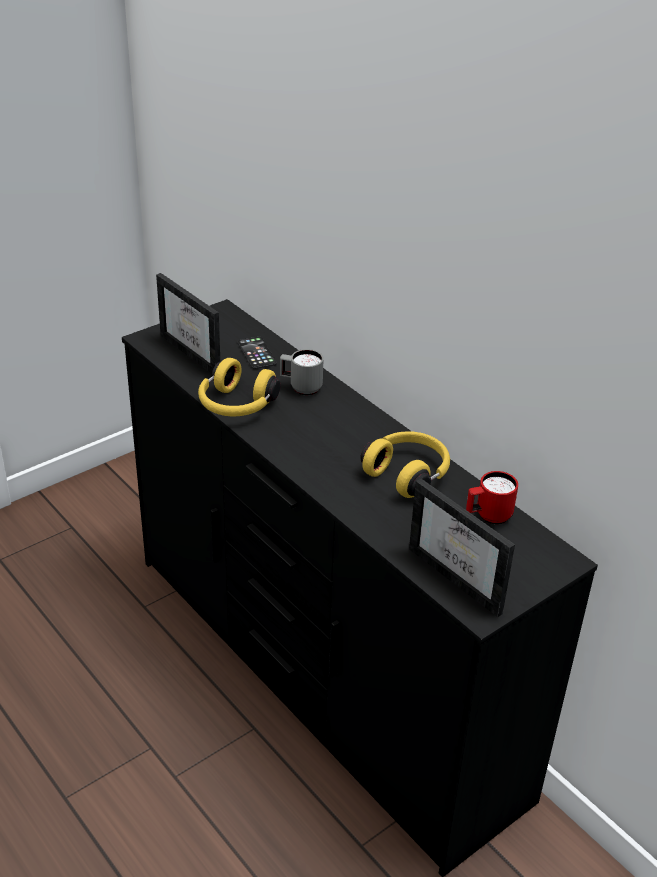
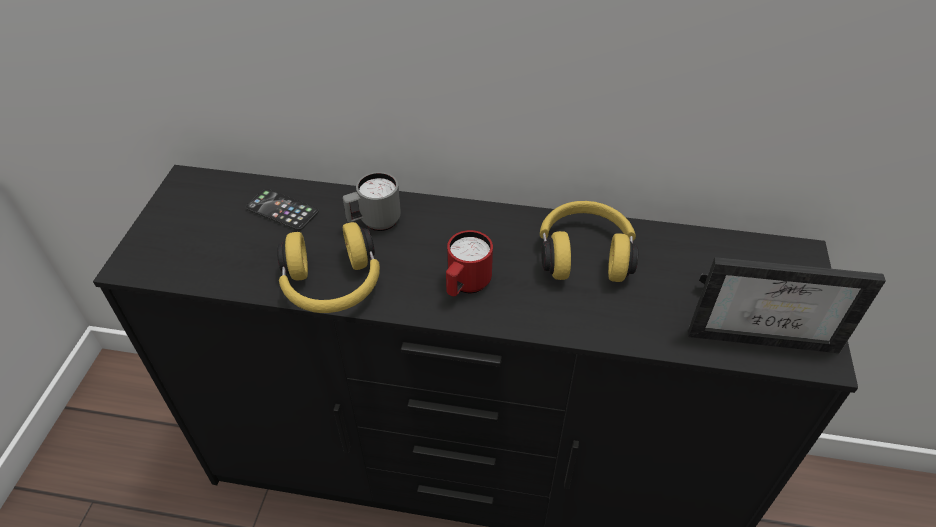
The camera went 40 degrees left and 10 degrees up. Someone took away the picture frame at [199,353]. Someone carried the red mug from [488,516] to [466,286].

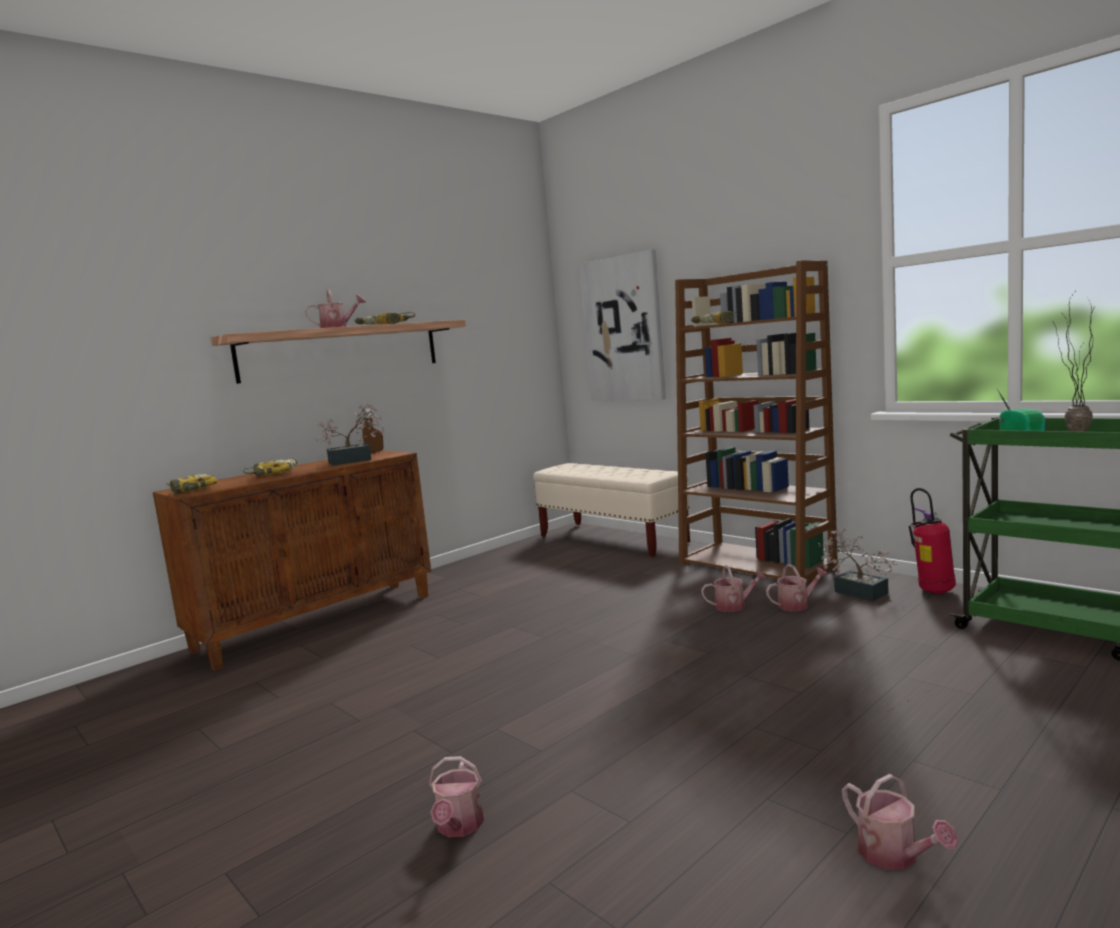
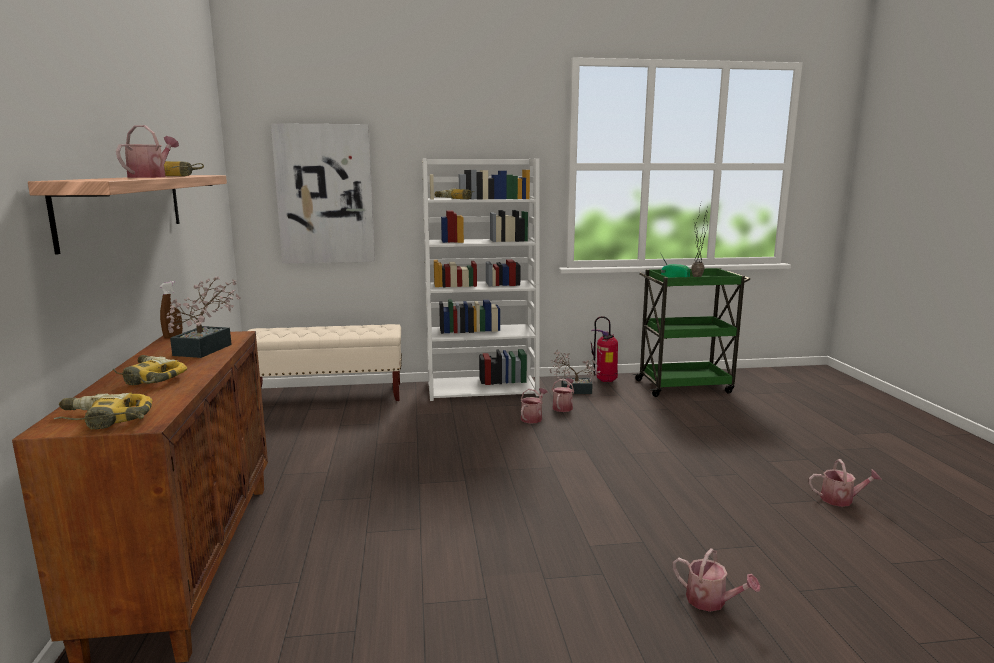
The camera went 55 degrees left and 5 degrees up. Someone repainted the brown bookcase at [757,564], which became the white bookcase at [483,388].

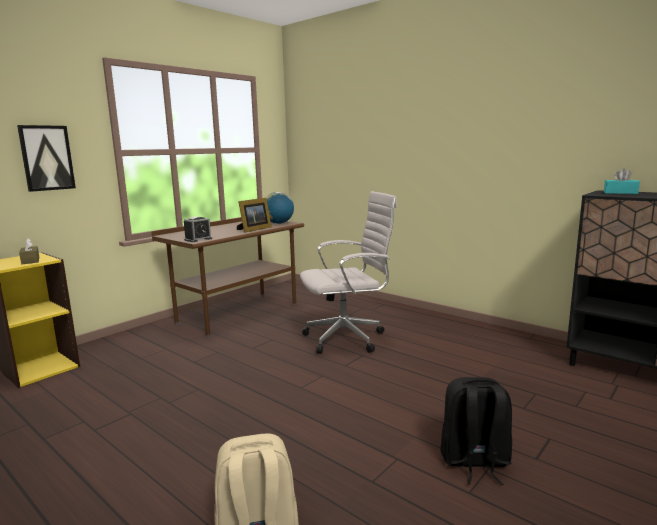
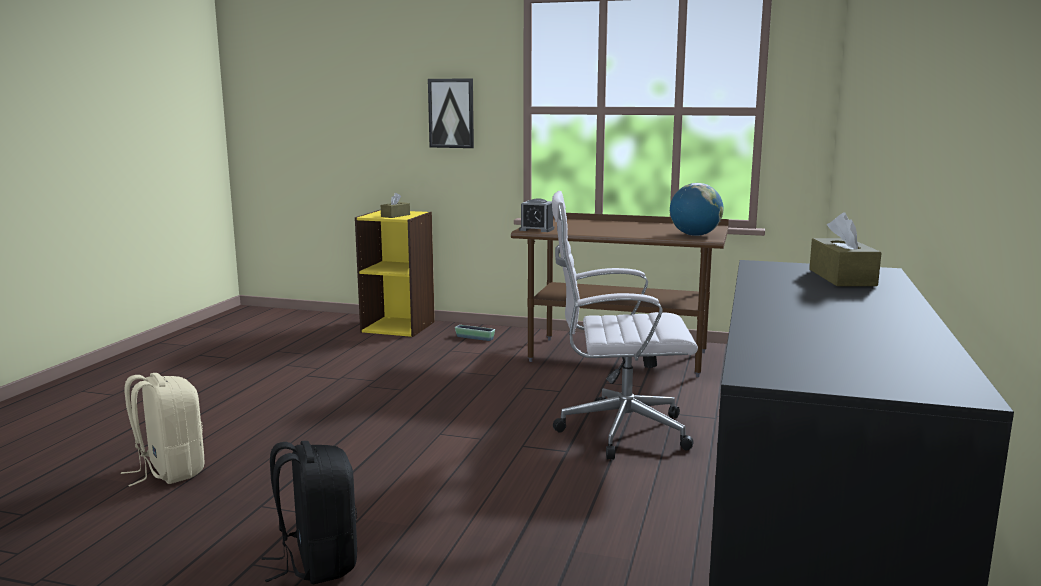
The camera went 65 degrees right and 0 degrees up. Someone repainted the turquoise tissue box at [620,193], which became the brown tissue box at [842,277]. Someone rotated the white office chair at [348,338] by 135 degrees clockwise. Someone took away the picture frame at [253,229]. Someone put down the planter at [475,338].

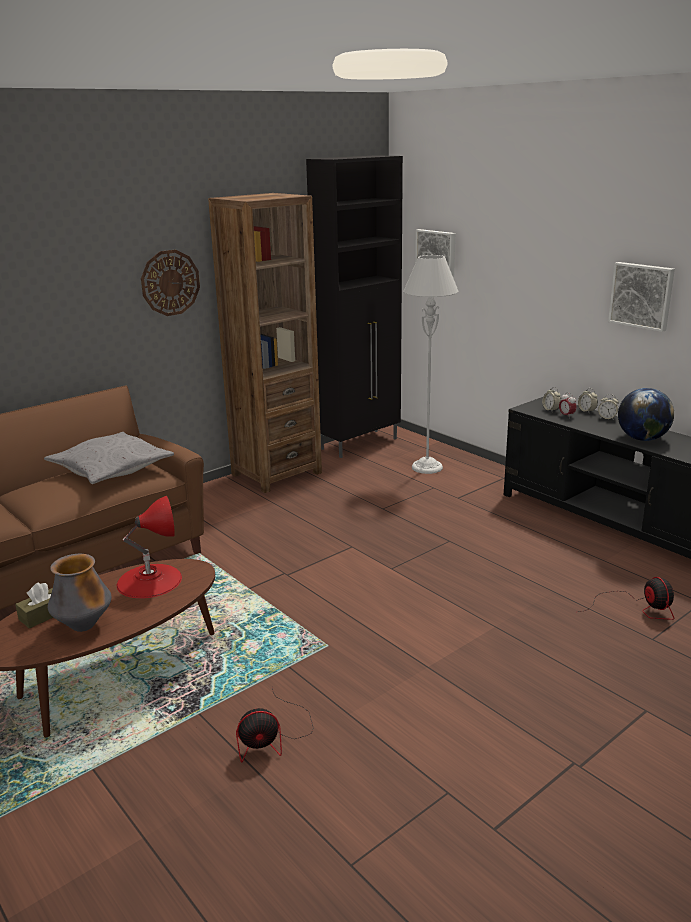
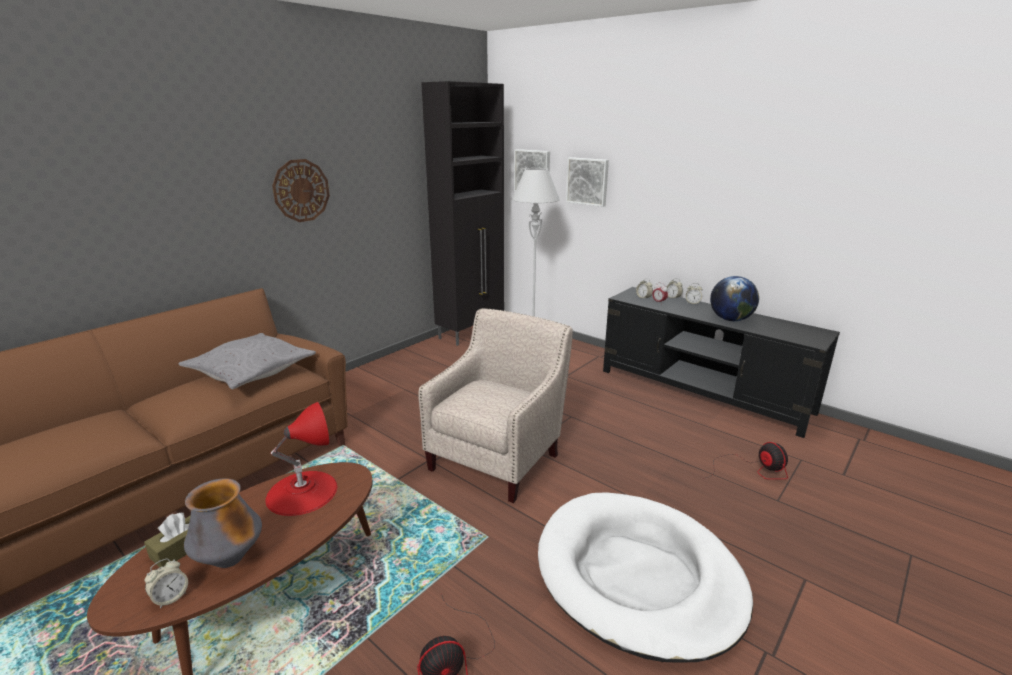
The camera went 10 degrees left and 0 degrees up. Someone took away the brown bookcase at [276,473]. Someone carried the picture from [642,295] to [588,181]. Someone put down the beige armchair at [499,457]. Someone put down the white dog bed at [638,576]. Someone put down the alarm clock at [171,597].

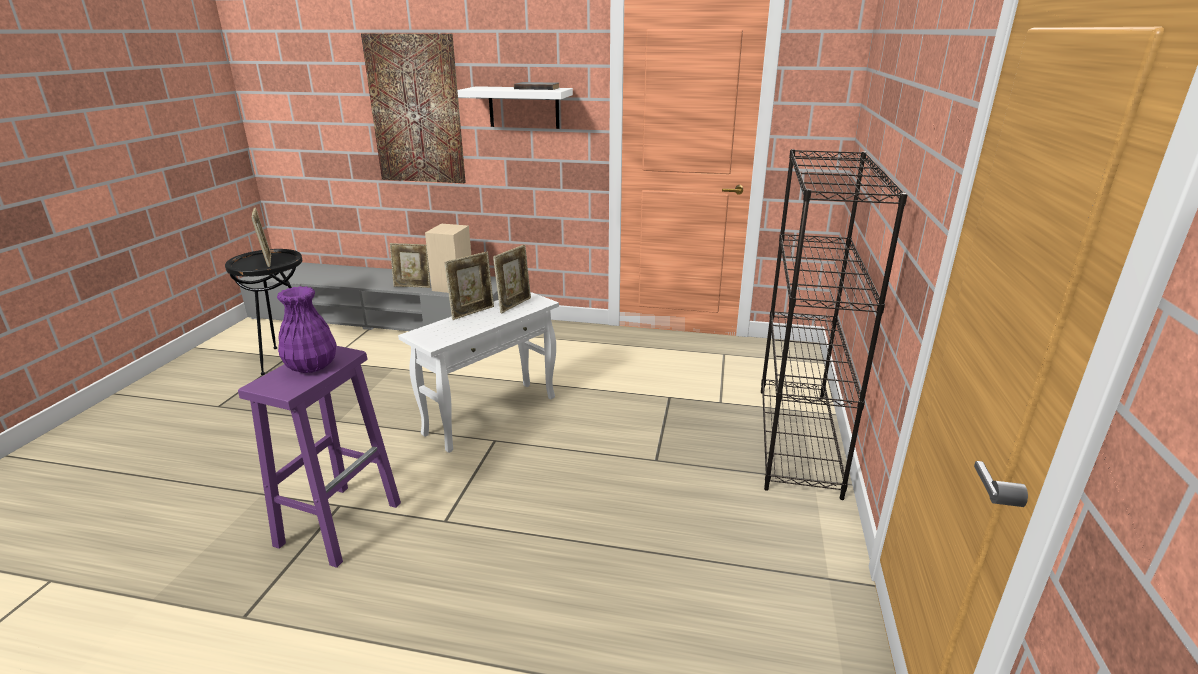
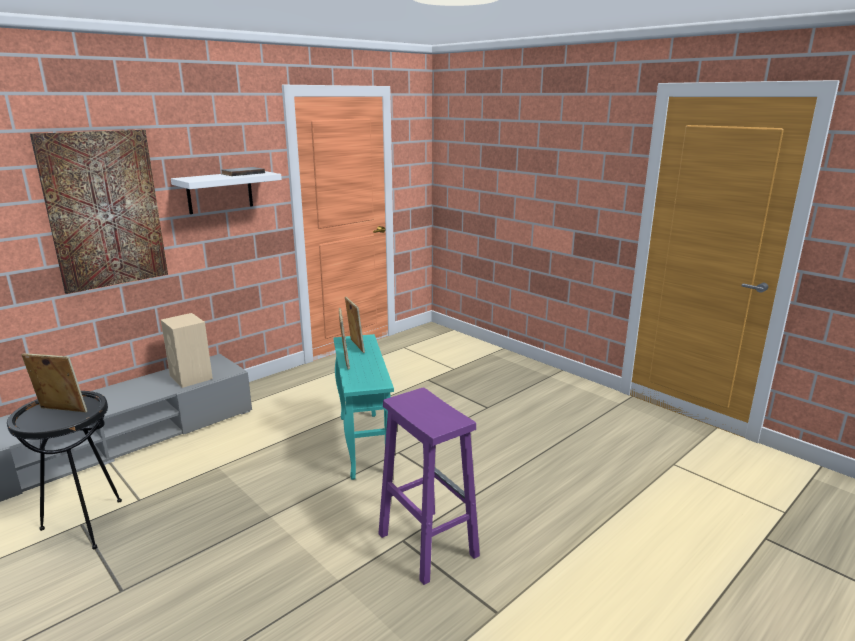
The camera went 55 degrees left and 5 degrees down. Someone took away the black bookcase at [797,439]. Someone took away the picture frame at [413,286]. Someone took away the purple vase at [312,366]. Someone repainted the white side table at [491,415], which became the turquoise side table at [364,444].

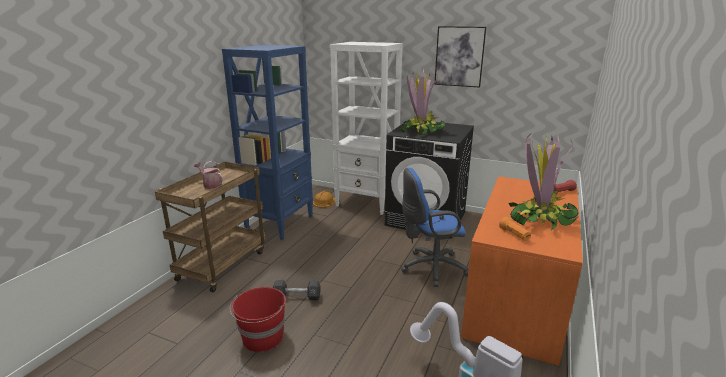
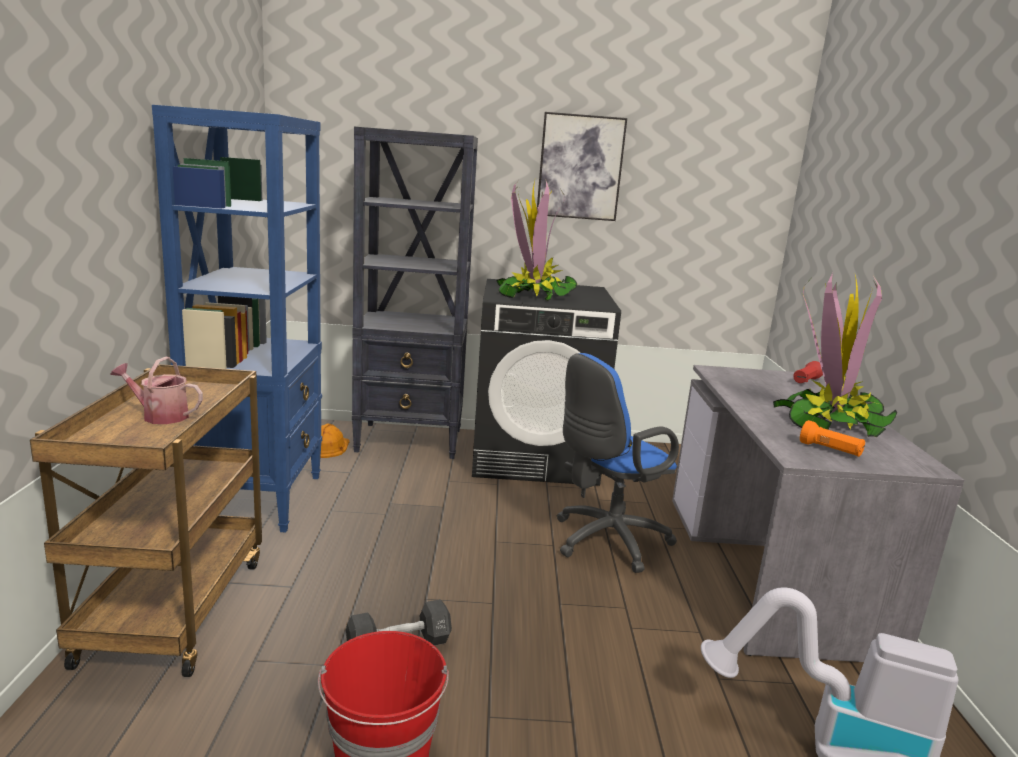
The camera went 25 degrees left and 5 degrees down. Someone repainted the white bookcase at [367,203], which became the black bookcase at [410,441]. Someone repainted the orange desk at [518,299], which became the grey desk at [772,569].

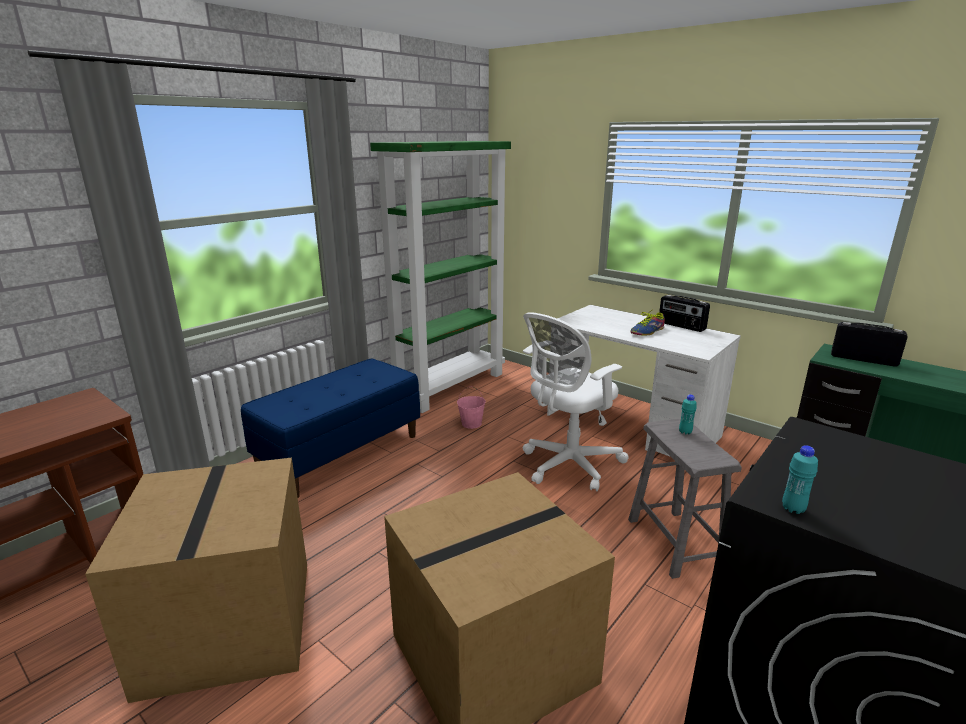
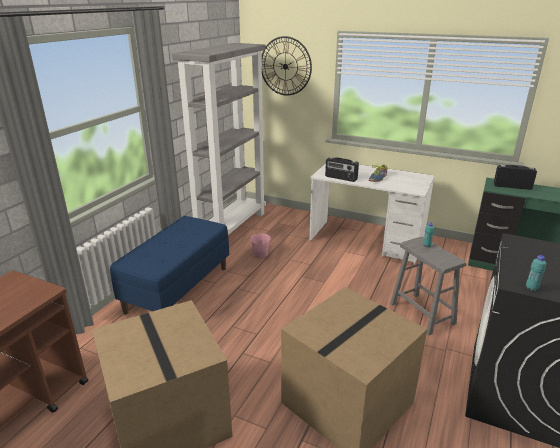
The camera went 15 degrees left and 5 degrees up. Someone repainted the green bookcase at [450,386], which became the grey bookcase at [231,227]. Someone carried the radio from [681,326] to [341,178]. Someone took away the white office chair at [568,465]. Someone put up the wall clock at [285,66].

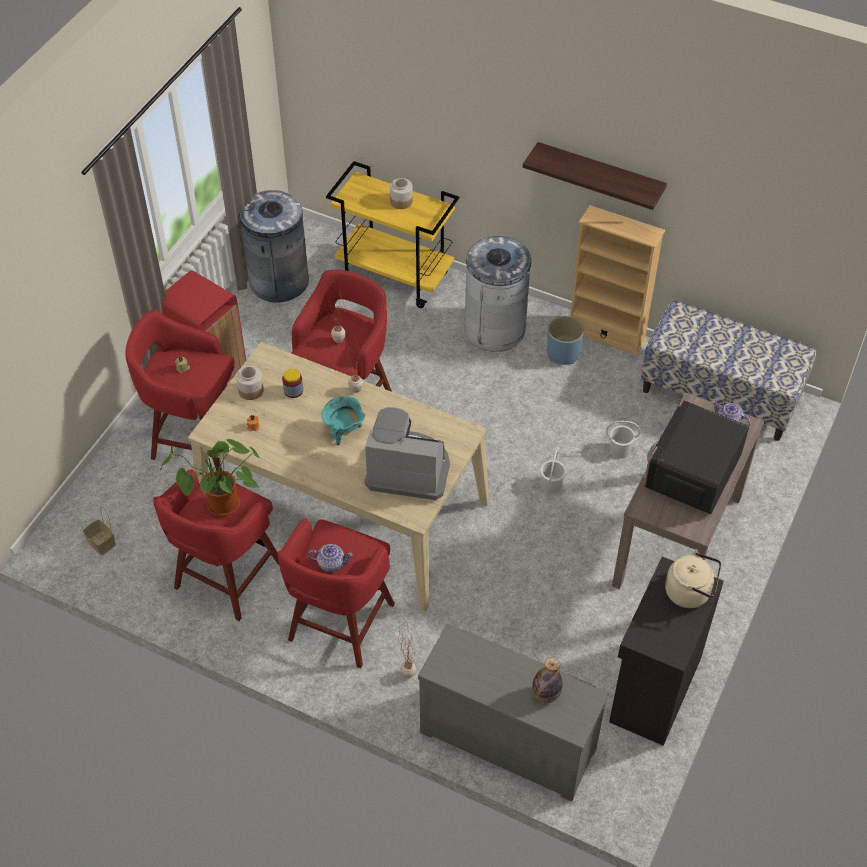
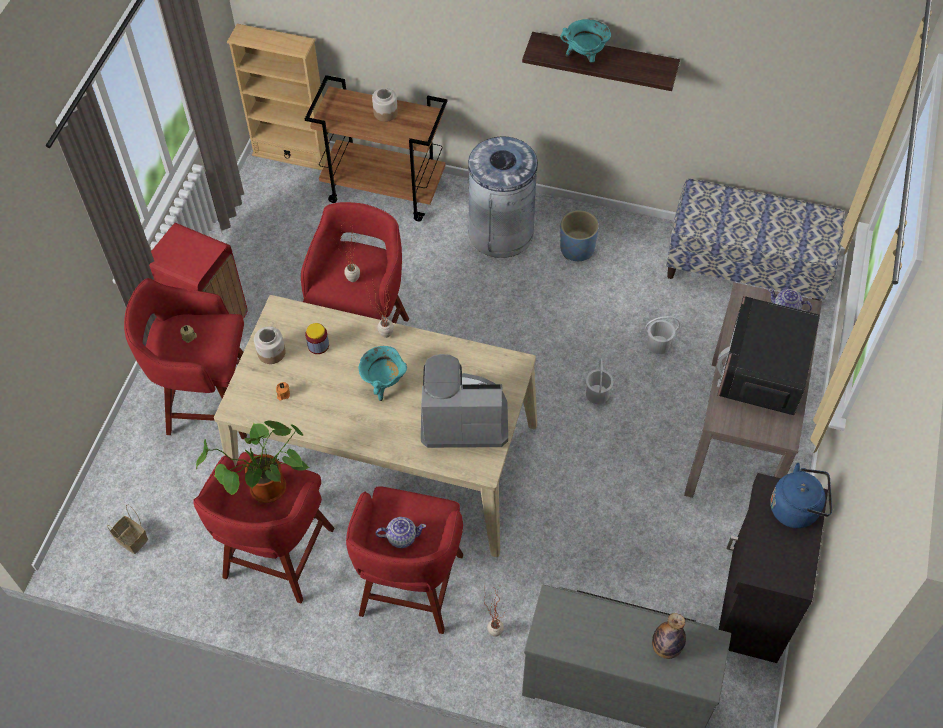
The camera went 10 degrees left and 5 degrees up. Someone repainted the yellow cart at [396,276], which became the brown cart at [385,189]. Someone took away the grey trash can at [279,281]. Someone carried the beige bookcase from [606,334] to [292,154]. Someone repainted the beige kettle at [690,592], which became the blue kettle at [797,508]. Someone put down the turquoise cooking pot at [585,56].

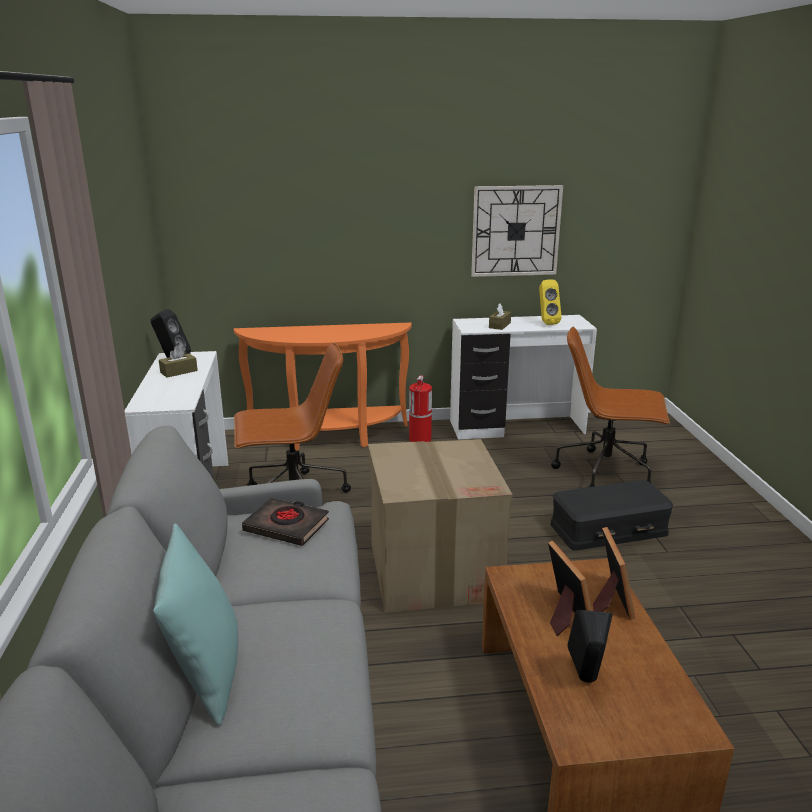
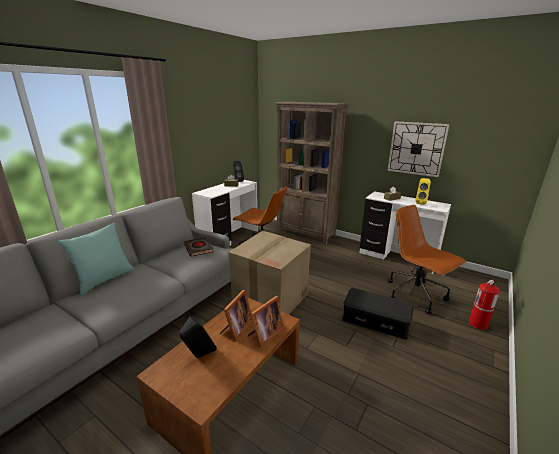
The camera went 40 degrees right and 0 degrees up. Someone swapped the orange console table at [328,437] for the brown bookcase at [305,234]. Someone carried the fire extinguisher from [420,440] to [478,324].

